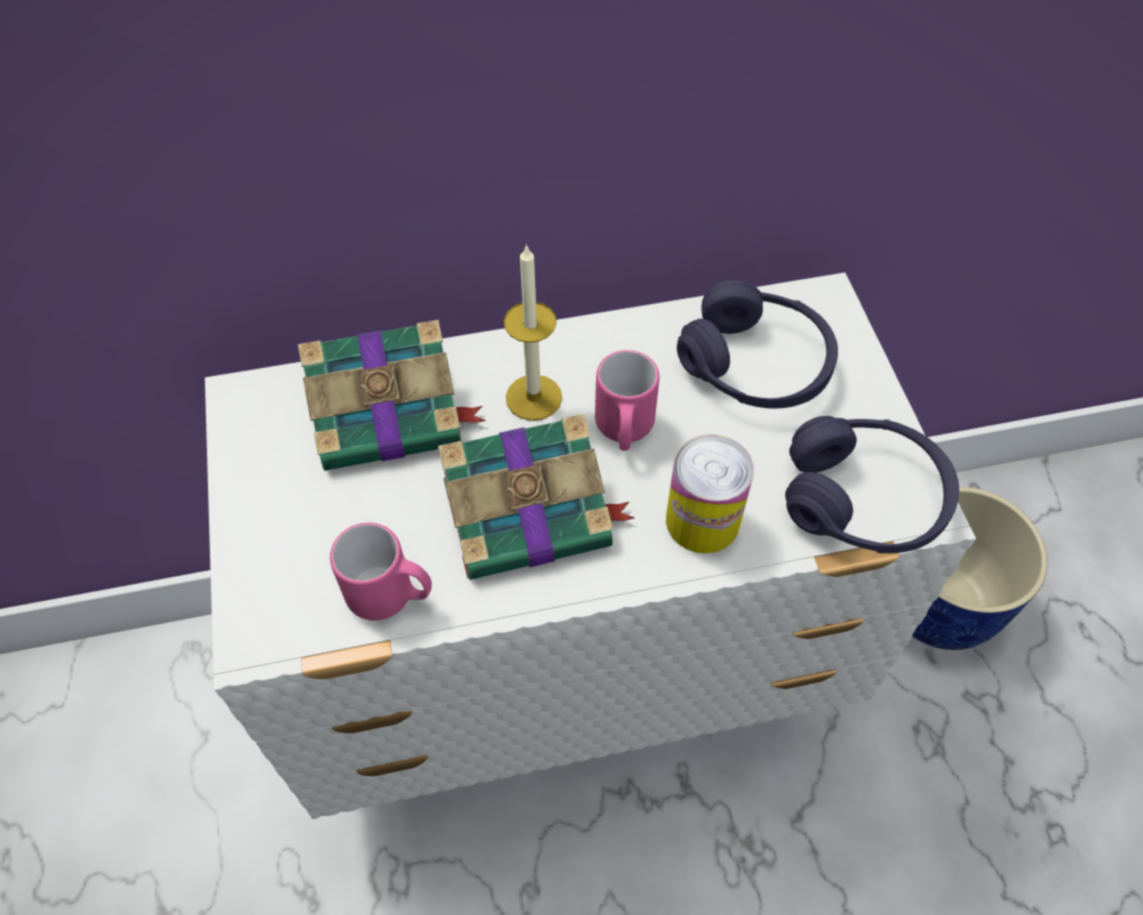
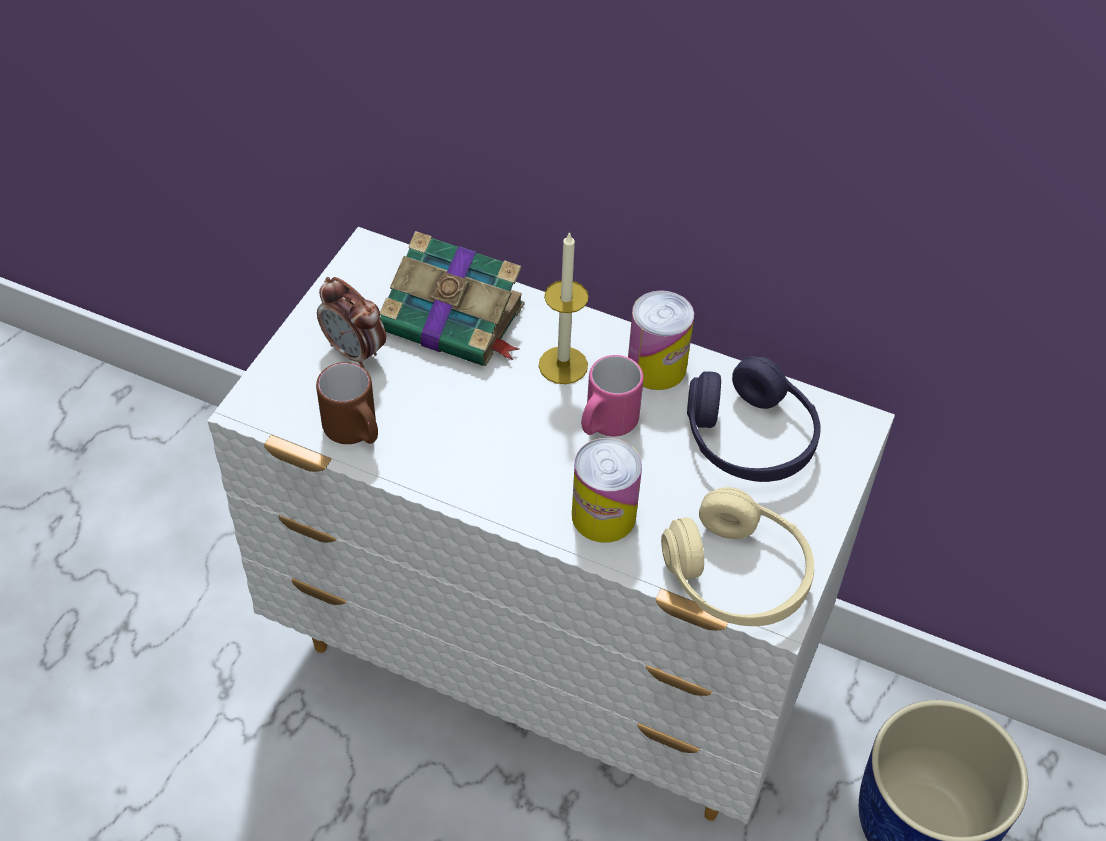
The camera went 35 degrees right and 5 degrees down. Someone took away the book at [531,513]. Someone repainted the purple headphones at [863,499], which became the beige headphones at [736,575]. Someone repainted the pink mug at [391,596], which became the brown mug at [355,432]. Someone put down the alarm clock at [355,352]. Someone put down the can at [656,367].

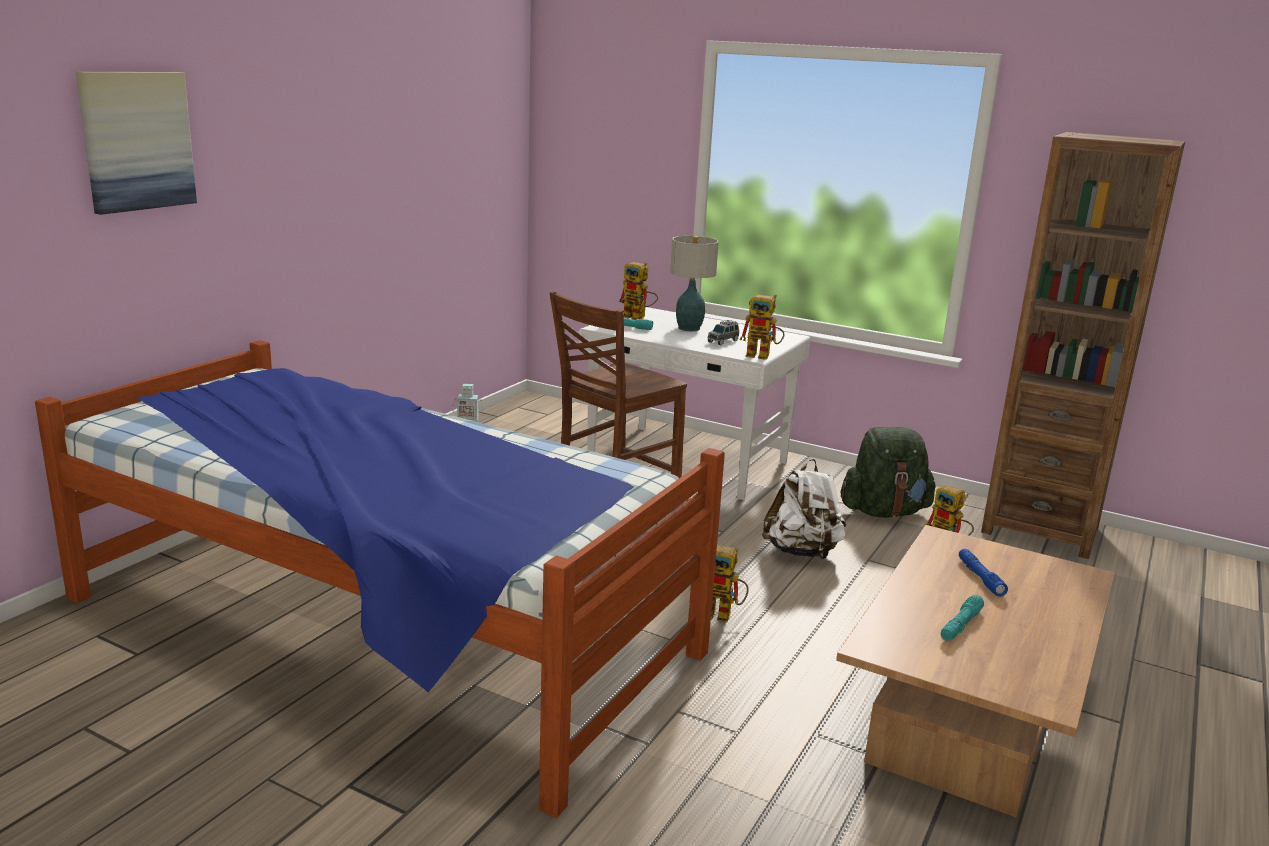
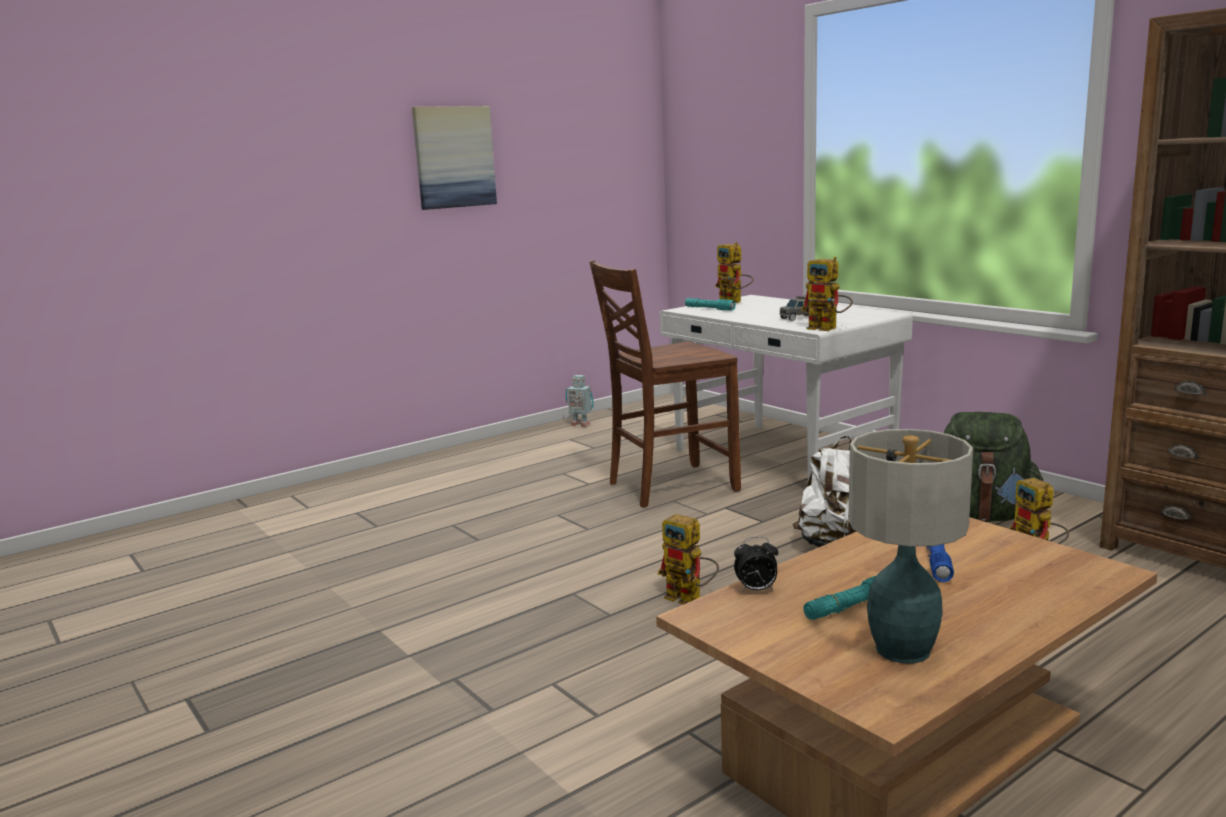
The camera went 25 degrees right and 5 degrees down. Someone carried the picture from [137,141] to [454,157]. Someone carried the table lamp from [688,328] to [901,650]. Someone took away the bed at [379,627]. Someone put down the alarm clock at [756,590].

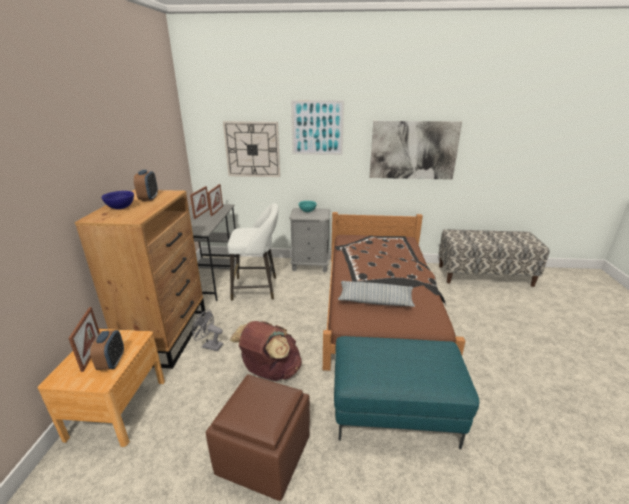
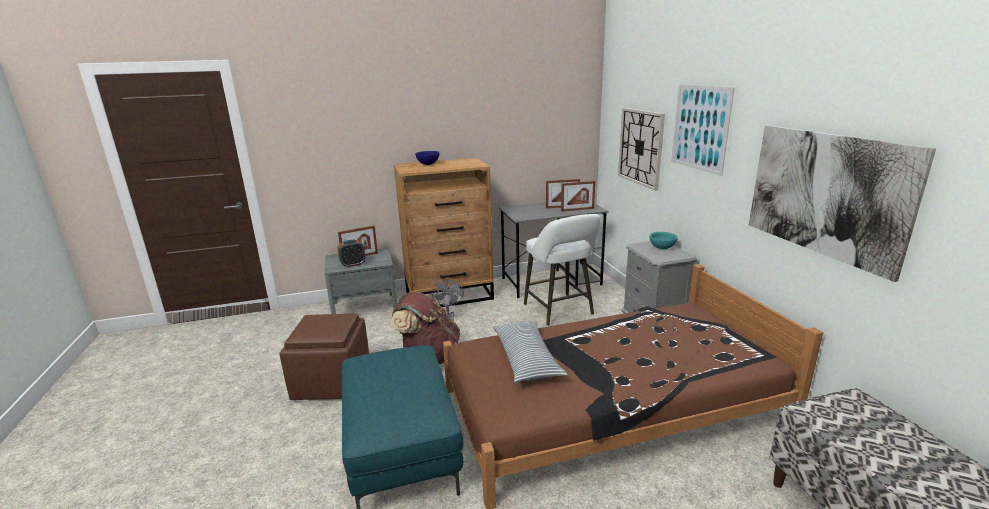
The camera went 70 degrees right and 5 degrees down. Someone took away the alarm clock at [149,198]. Someone repainted the brown nightstand at [117,408], which became the grey nightstand at [364,308].

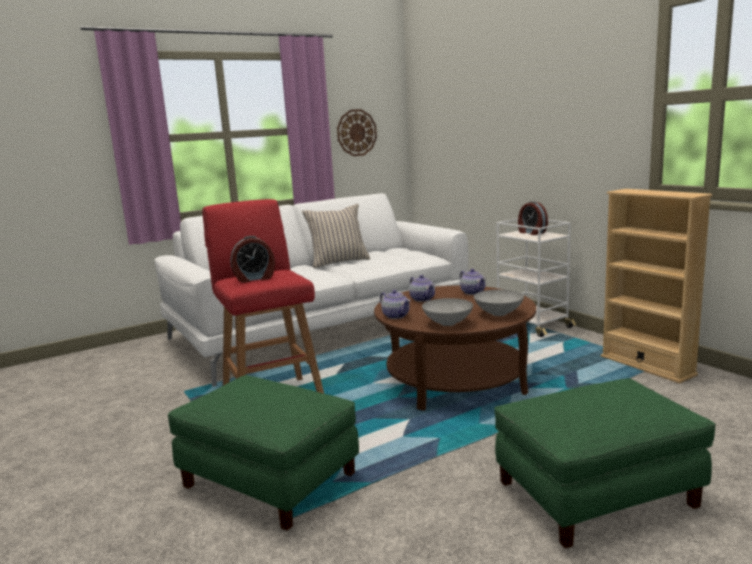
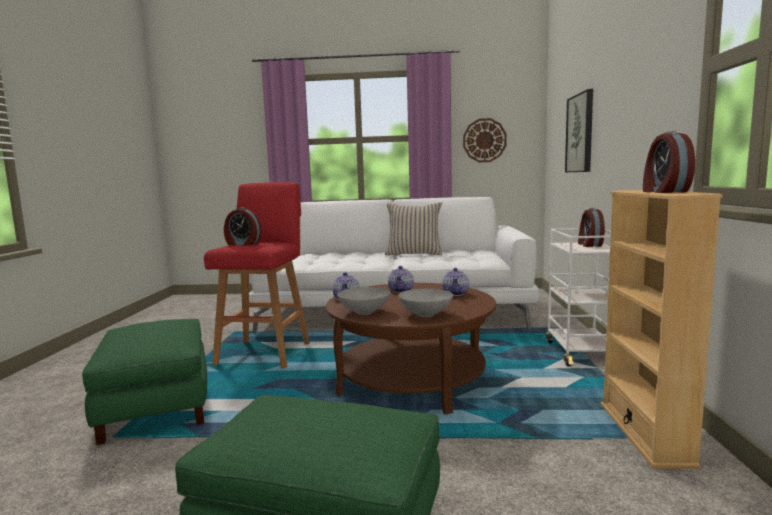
The camera went 35 degrees right and 5 degrees down. Someone put up the picture at [580,133]. Someone put down the alarm clock at [664,192].

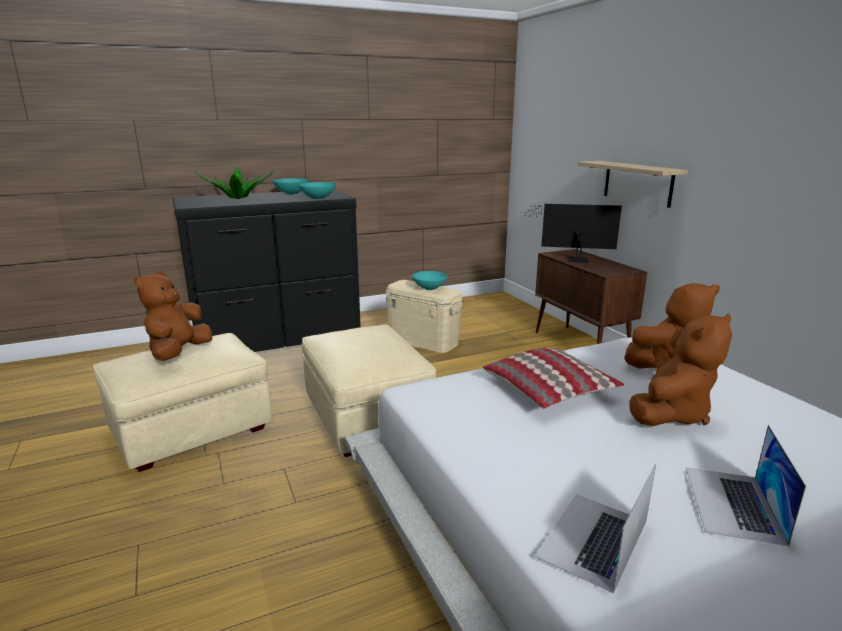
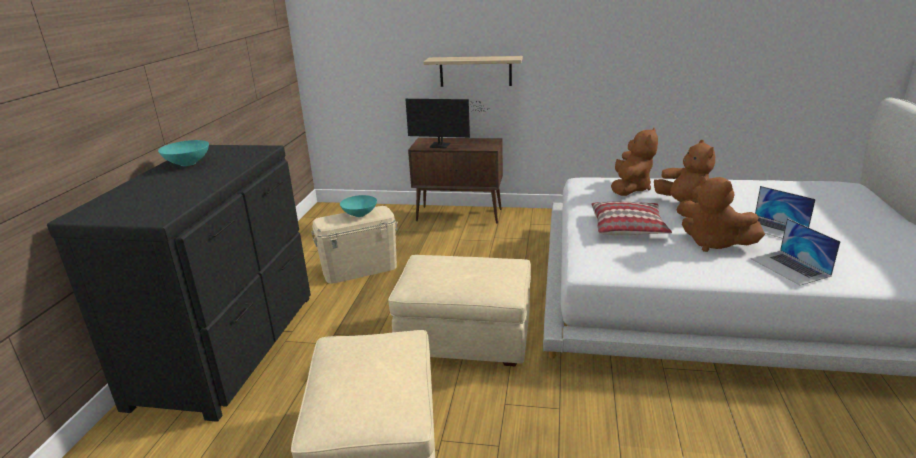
The camera went 55 degrees left and 5 degrees up. Someone took away the potted plant at [238,198]. Someone took away the turquoise bowl at [318,198]. Someone rotated the monitor at [573,259] by 120 degrees counterclockwise. Someone carried the brown plush toy from [178,353] to [713,244].

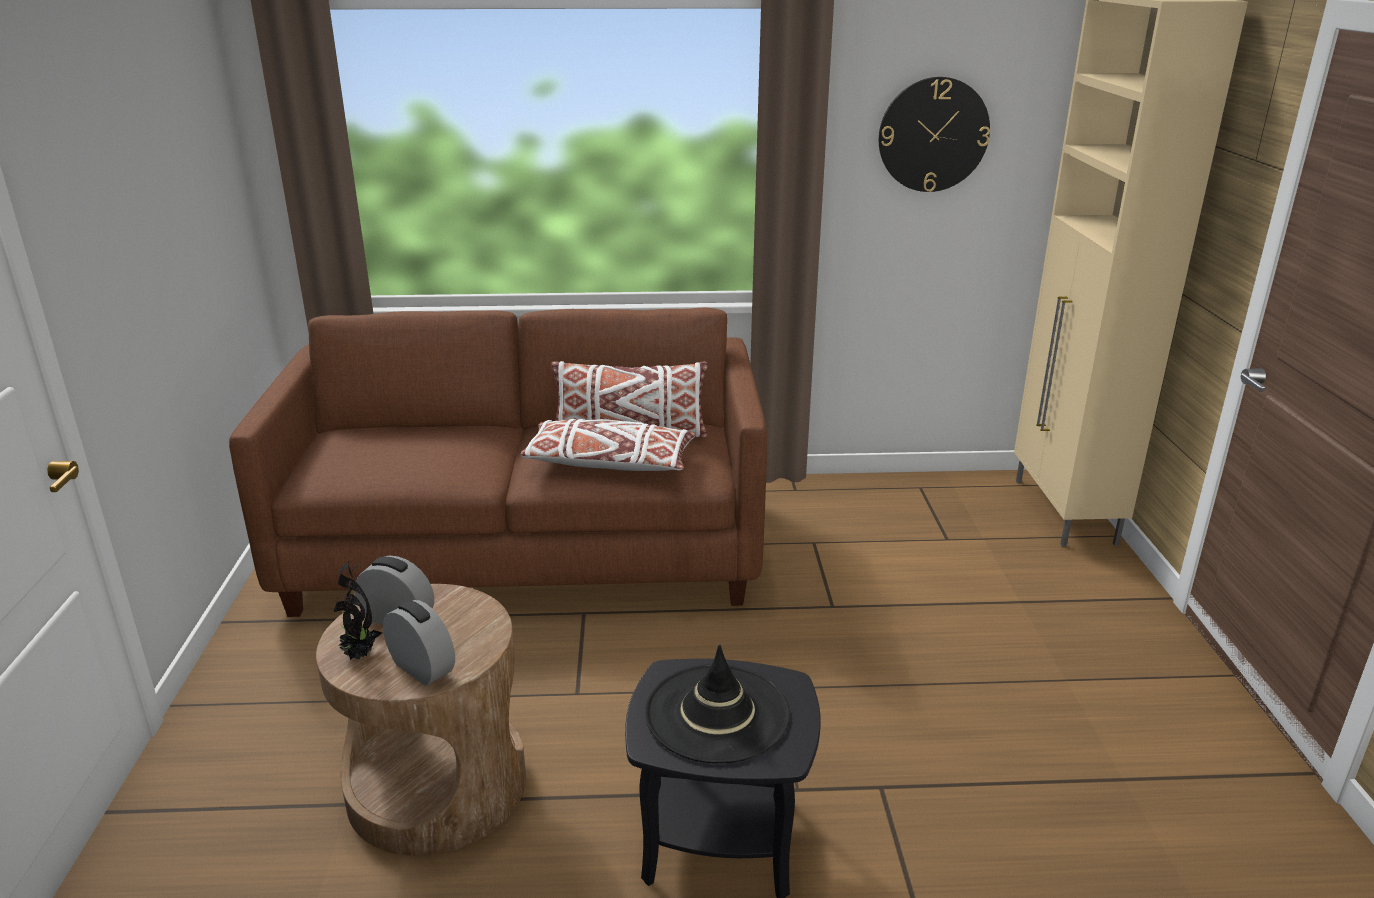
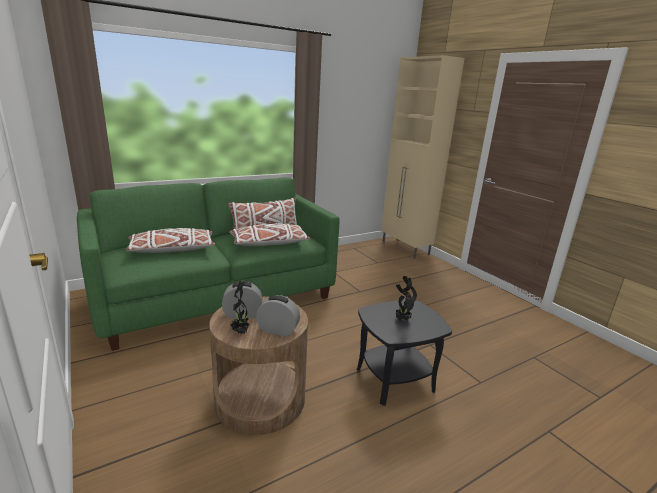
The camera went 30 degrees left and 5 degrees down. Someone took away the wall clock at [933,135]. Someone repainted the brown sofa at [528,550], which became the green sofa at [218,297]. Someone swapped the black hat at [717,713] for the potted plant at [401,320]. Someone put down the white pillow at [172,249].

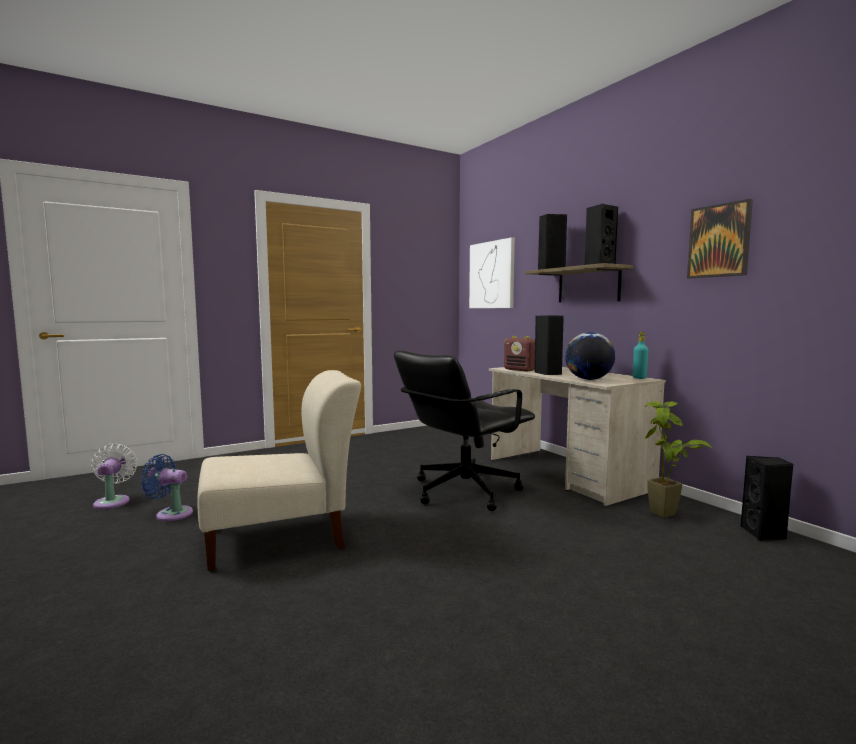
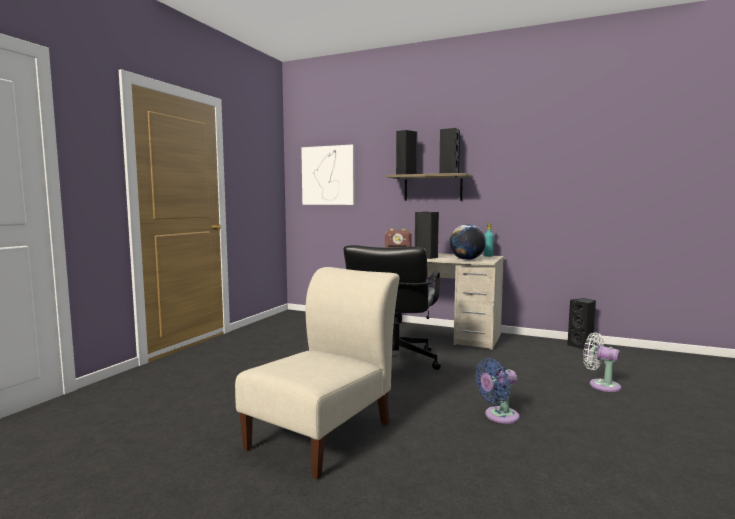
The camera went 35 degrees left and 0 degrees up. Someone took away the picture at [719,241]. Someone took away the potted plant at [668,517]. Someone carried the white fan from [113,501] to [601,385]. Someone carried the blue fan from [171,514] to [498,416].

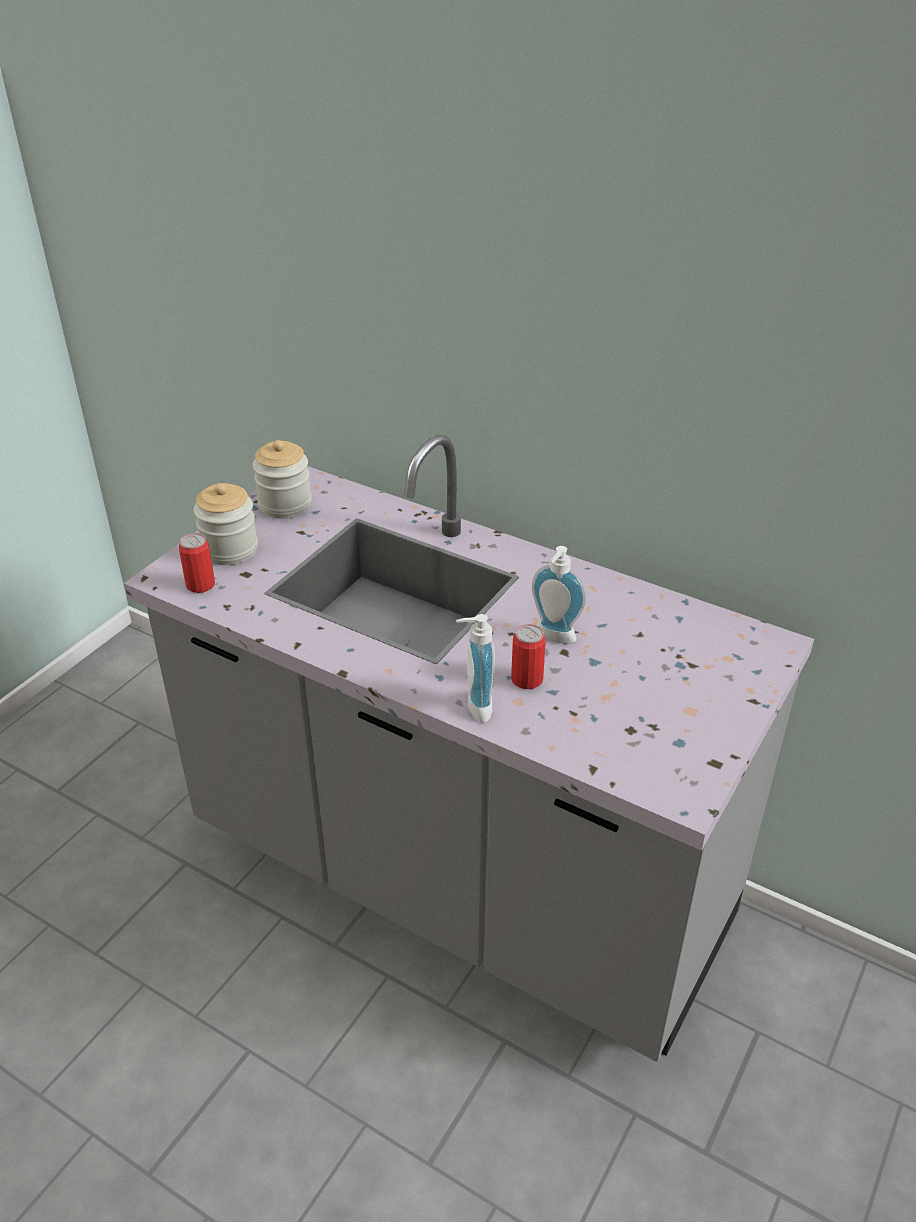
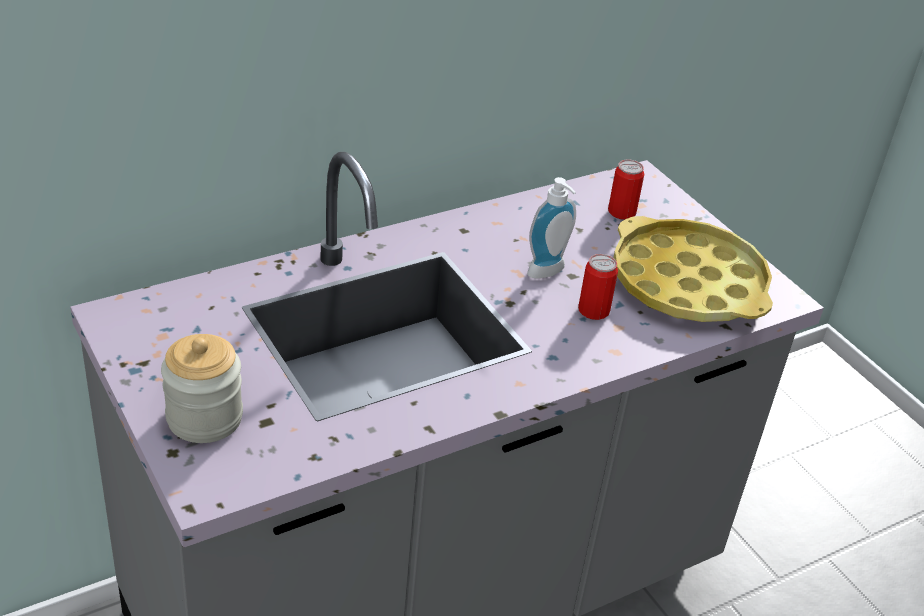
The camera went 65 degrees left and 0 degrees up. Someone took away the jar at [285,505]. Someone carried the can from [200,585] to [621,212]. Someone took away the soap dispenser at [474,707]. Someone put down the yellow tray at [688,283].

